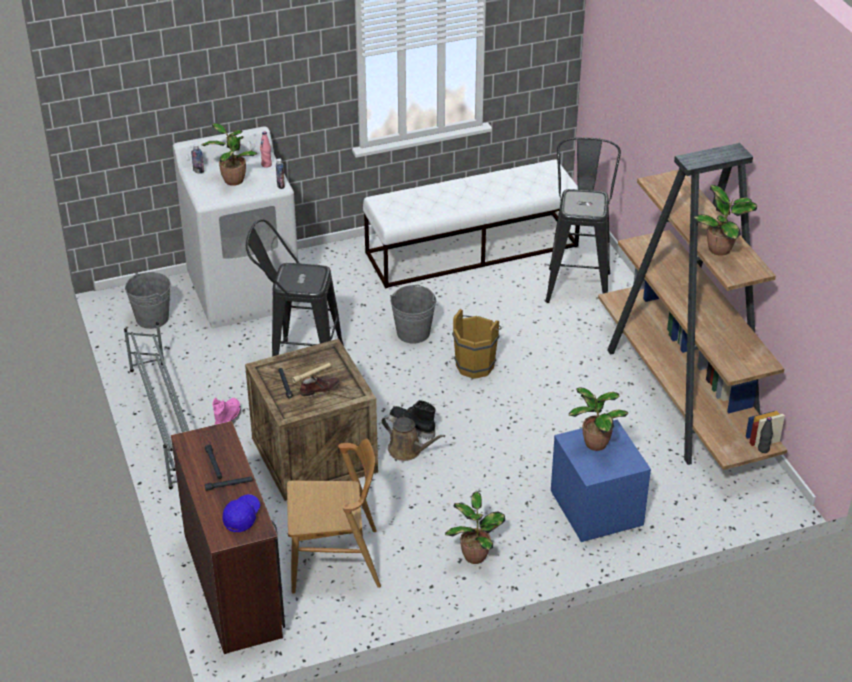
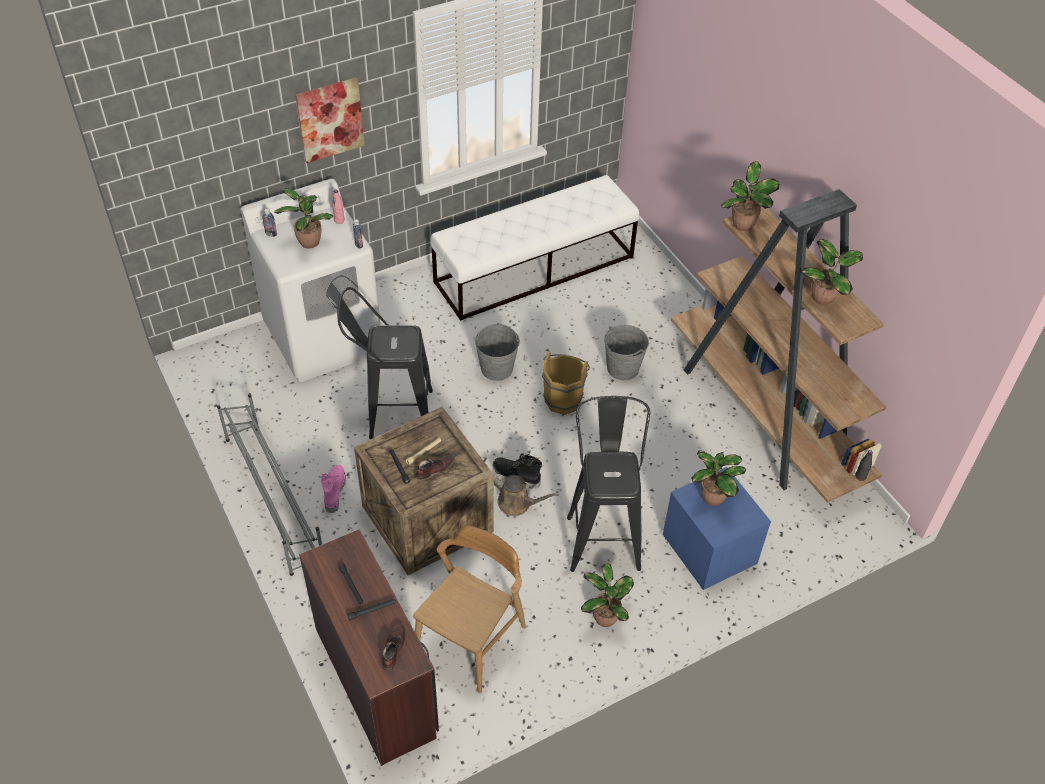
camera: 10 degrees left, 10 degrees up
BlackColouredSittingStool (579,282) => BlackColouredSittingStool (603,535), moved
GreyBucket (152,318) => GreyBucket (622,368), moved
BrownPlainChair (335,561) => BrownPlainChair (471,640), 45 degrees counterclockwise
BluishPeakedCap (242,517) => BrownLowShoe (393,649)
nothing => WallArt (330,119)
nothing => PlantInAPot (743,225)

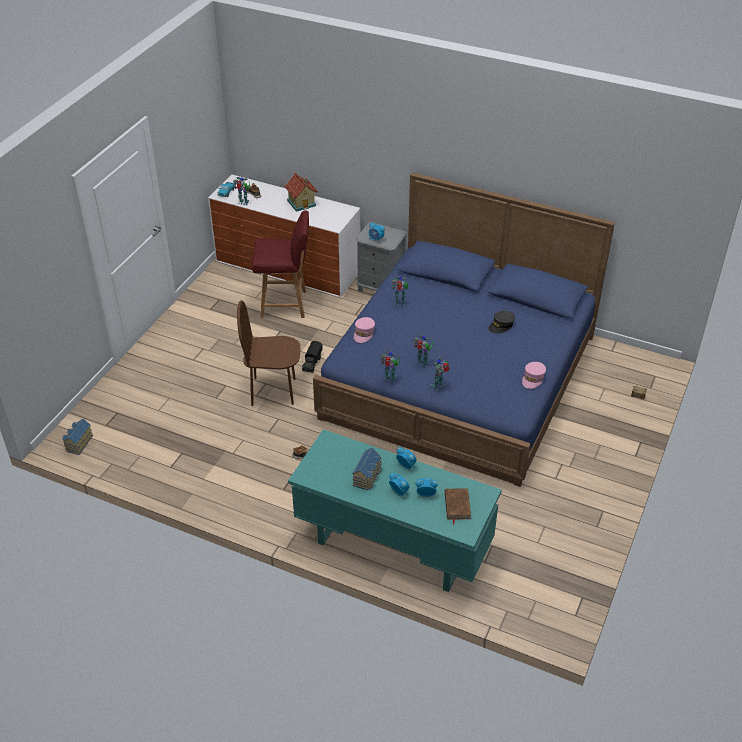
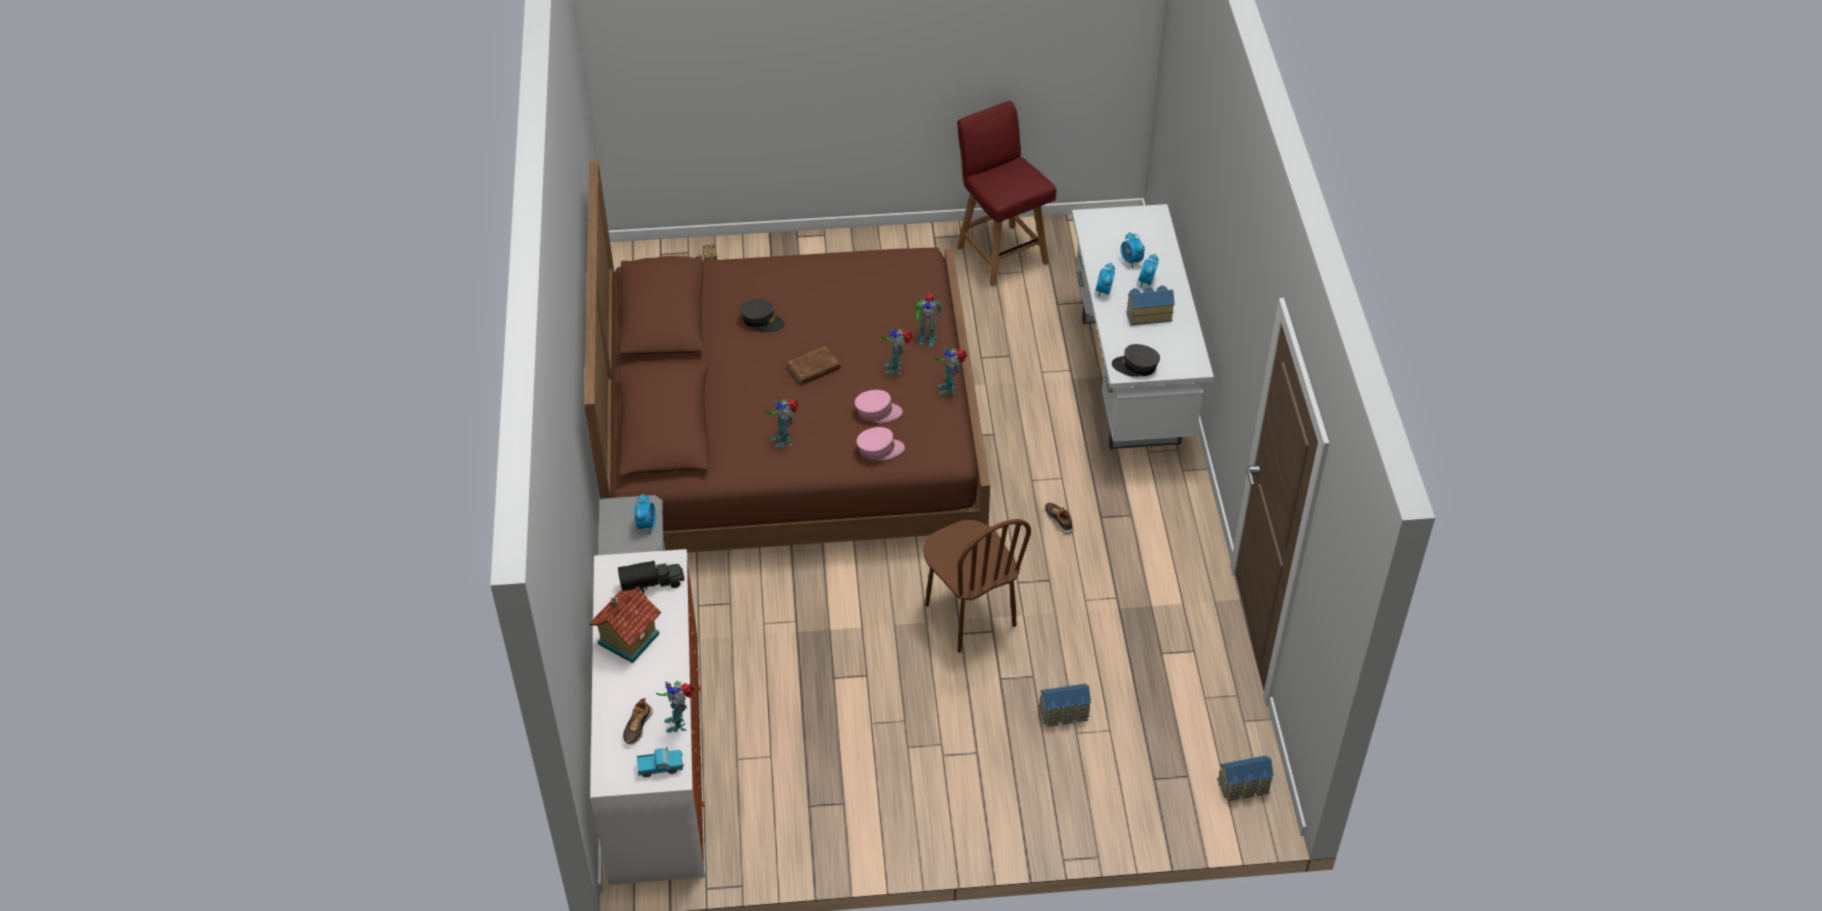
camera: 120 degrees left, 5 degrees up
BluishBedroomBed (460,376) => BrownBedroomBed (790,431)
RedColouredPlainChair (285,304) => RedColouredPlainChair (1001,254), moved
ToyLorry (312,363) => ToyLorry (652,584), moved
PinkColouredPeakedCap (533,378) => PinkColouredPeakedCap (877,412), moved
TurquoiseDeskTable (392,548) => WhiteColouredDeskTable (1131,380)
BrownVolume (457,506) => BrownVolume (814,368), moved
nothing => GreyPeakedCap (1135,366)
nothing => ToyHouse (1065,713)

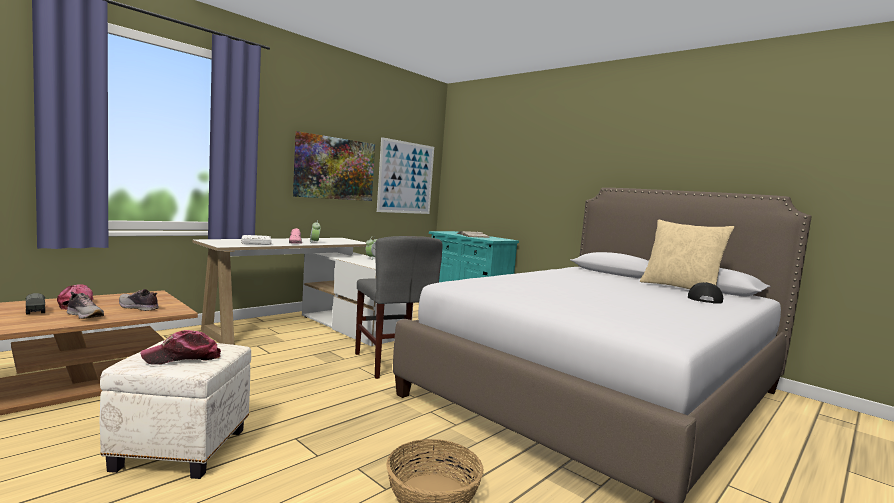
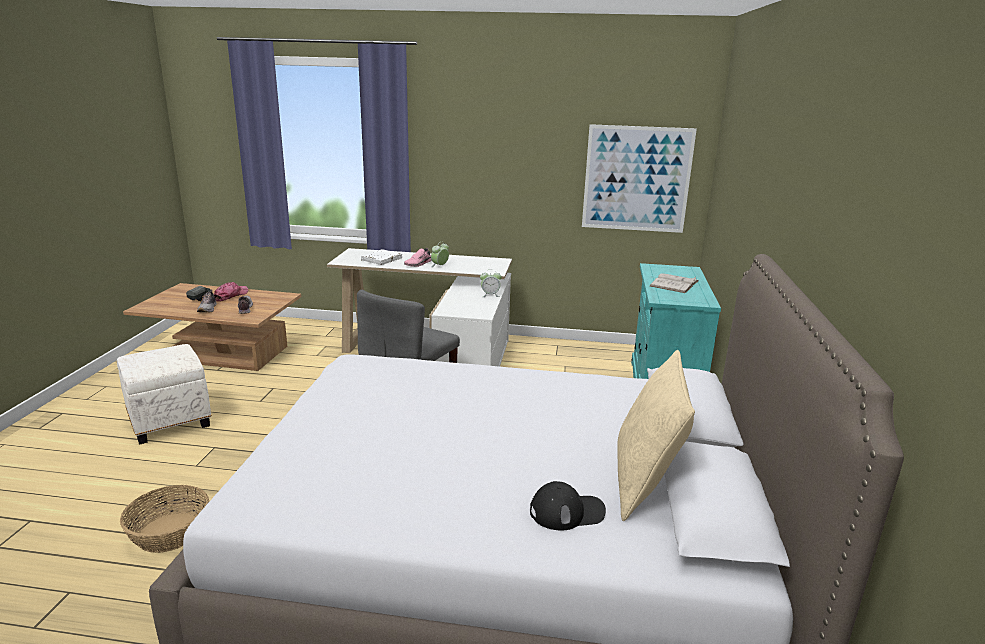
camera: 55 degrees right, 15 degrees up
WallArt (335,168) => nothing
PeakedCap (183,357) => nothing

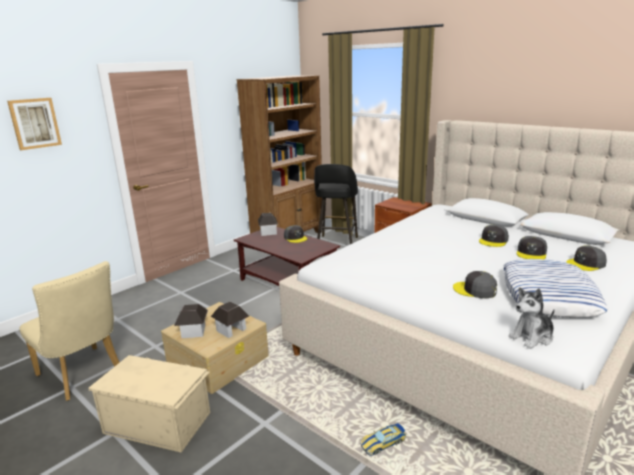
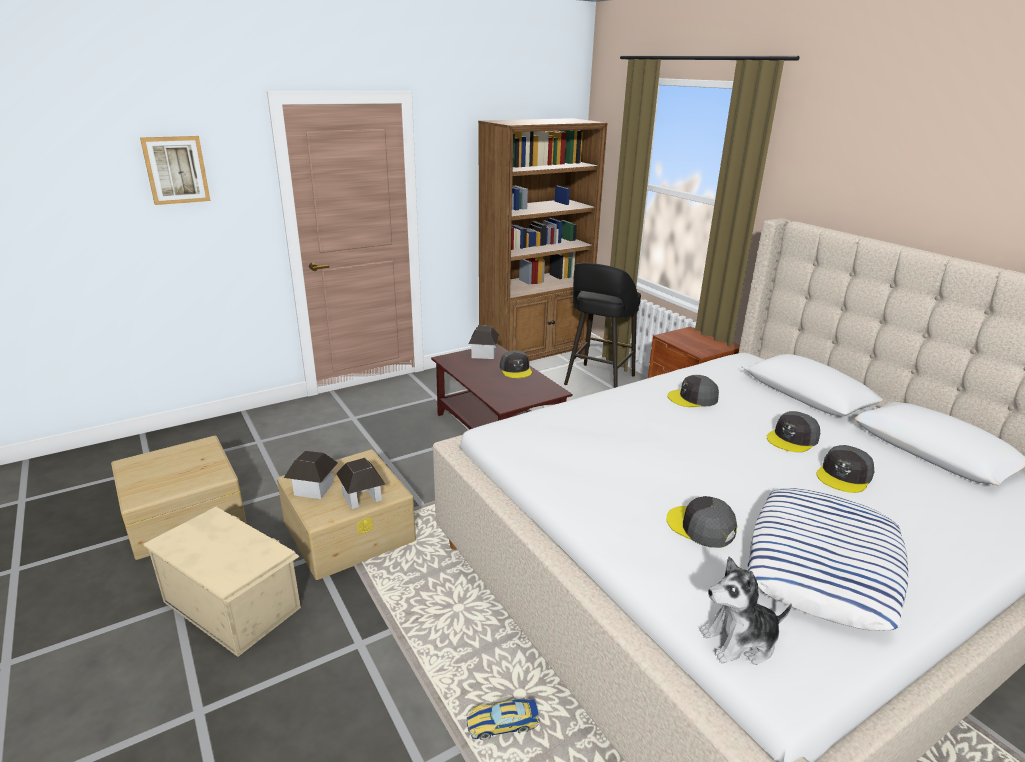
camera: 15 degrees right, 5 degrees up
GreyPeakedCap (586,264) => GreyPeakedCap (693,398), moved
BeigePlainChair (84,376) => BeigeStorageBin (183,514)

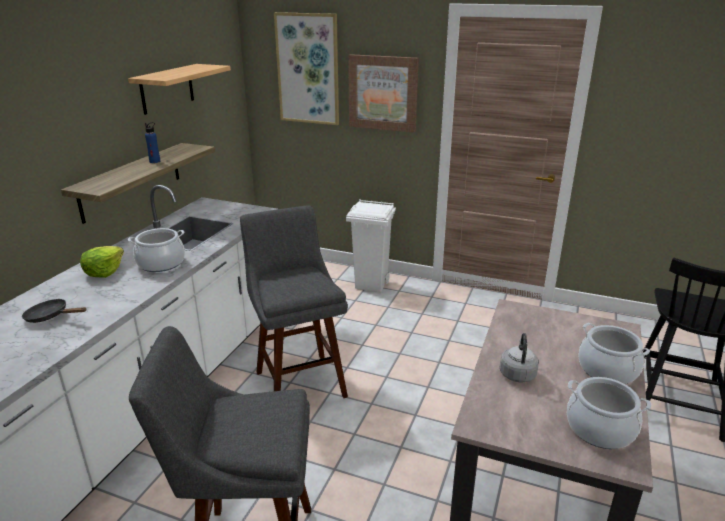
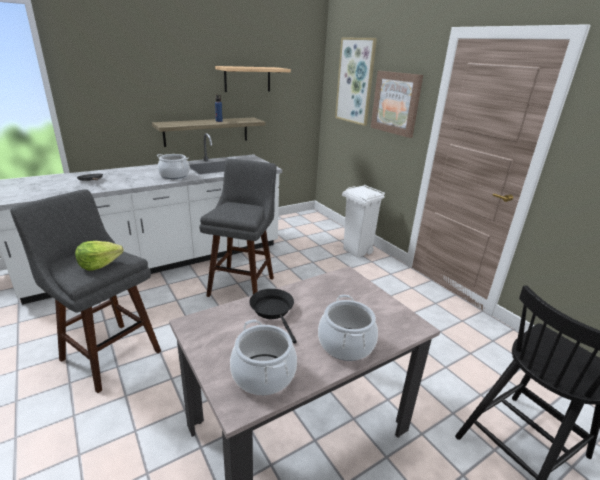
camera: 35 degrees right, 0 degrees up
HeadOfLettuce (104,272) => HeadOfLettuce (99,264), moved
GreyKettle (517,373) => BlackColouredSkillet (273,311)

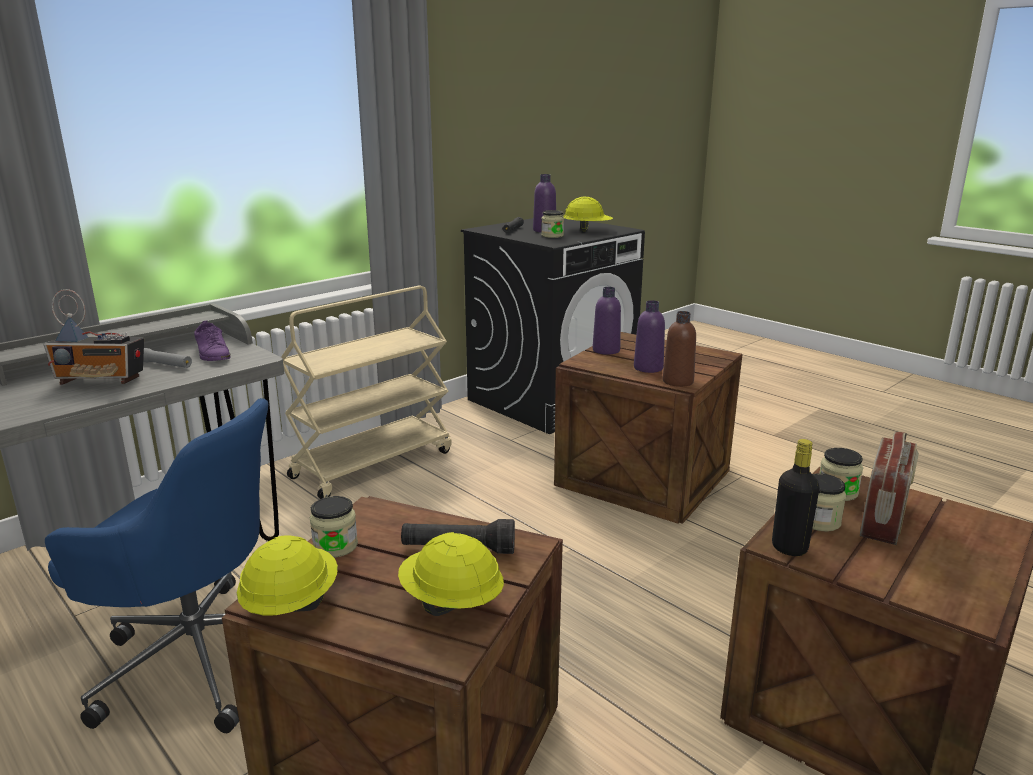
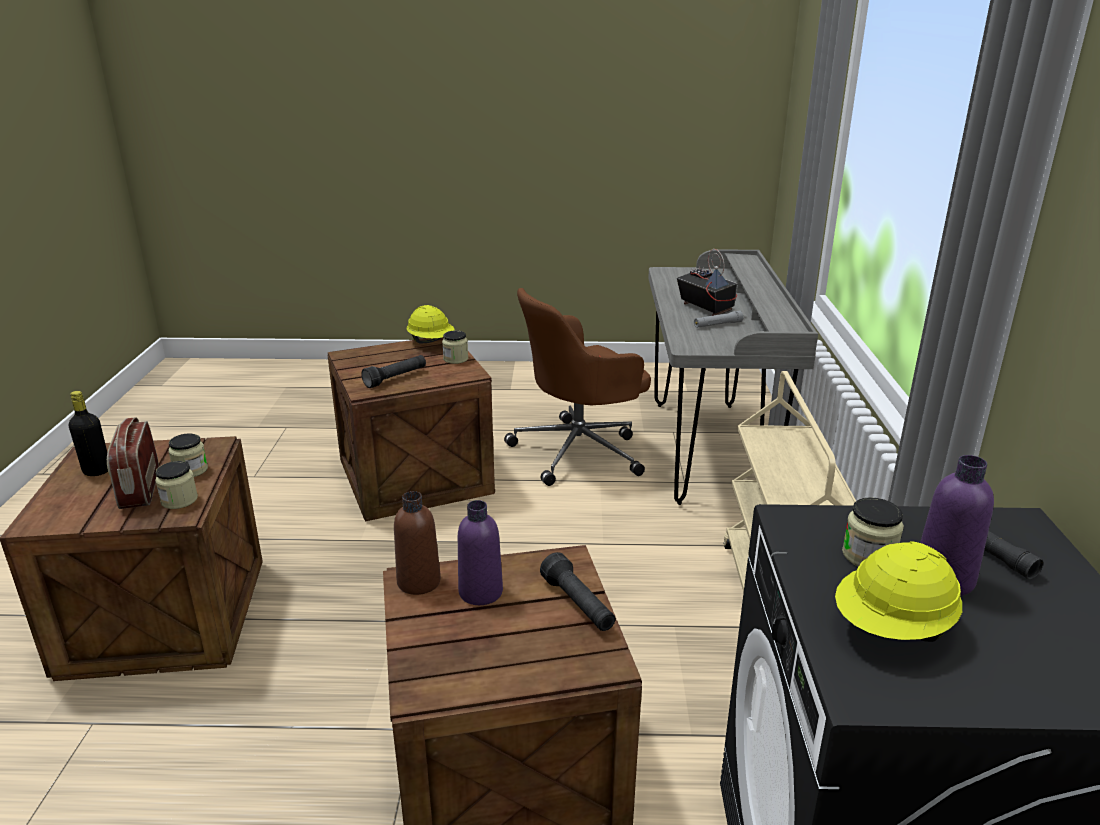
camera: 135 degrees right, 5 degrees up
PurpleColouredDrinkBottle (606,350) => BlackColouredFlashlight (578,605)
RadioSet (102,381) => RadioSet (705,308), 105 degrees clockwise
PurpleColouredLowShoe (213,354) => nothing
BluishComputerChair (198,655) => BrownComputerChair (580,451)
BlackColouredDrinkBottle (789,548) => BlackColouredDrinkBottle (97,471), moved
YellowishHardHat (450,602) => nothing

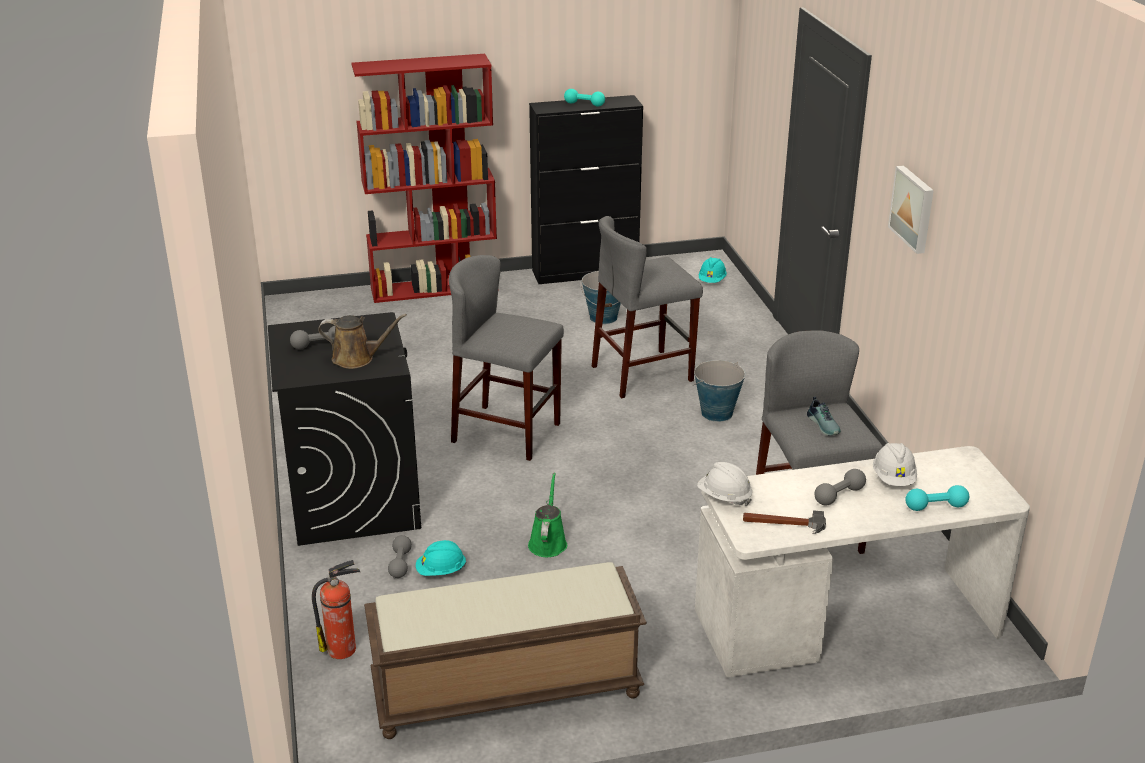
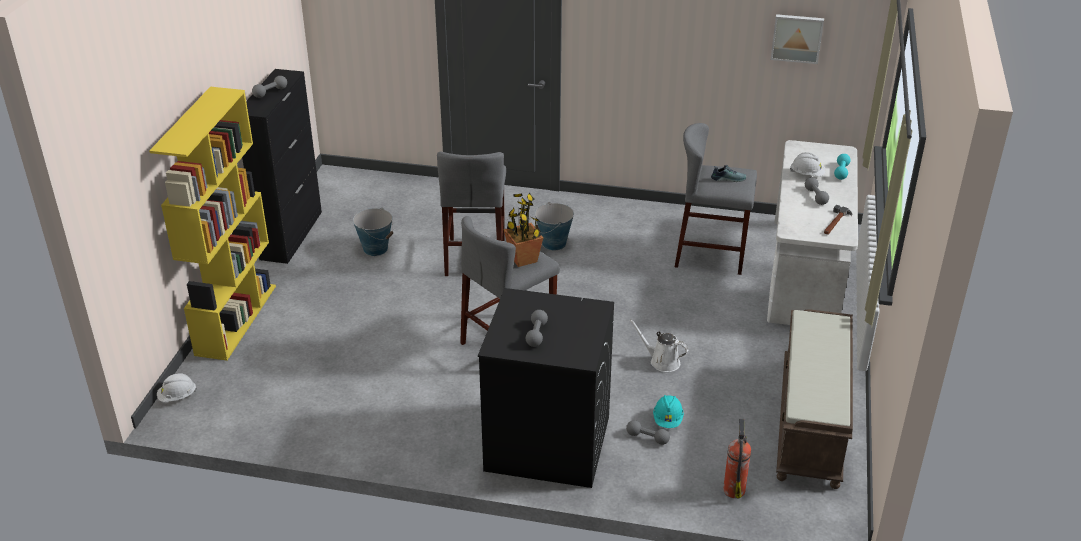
camera: 65 degrees left, 5 degrees up
RedColouredBookshelf (435,288) => YellowishBookshelf (236,319)
TurquoiseDumbbell (584,104) => GreyDumbbell (270,92)
WallArt (913,208) => WallArt (797,38), moved
TurquoiseHardHat (712,281) => nothing
BrownWateringPot (357,358) => nothing
WhiteColouredHardHat (724,497) => WhiteColouredHardHat (177,397), moved
GreenWateringPot (548,542) => WhiteColouredWateringPot (662,361)
nothing => PlantInAPot (523,259)

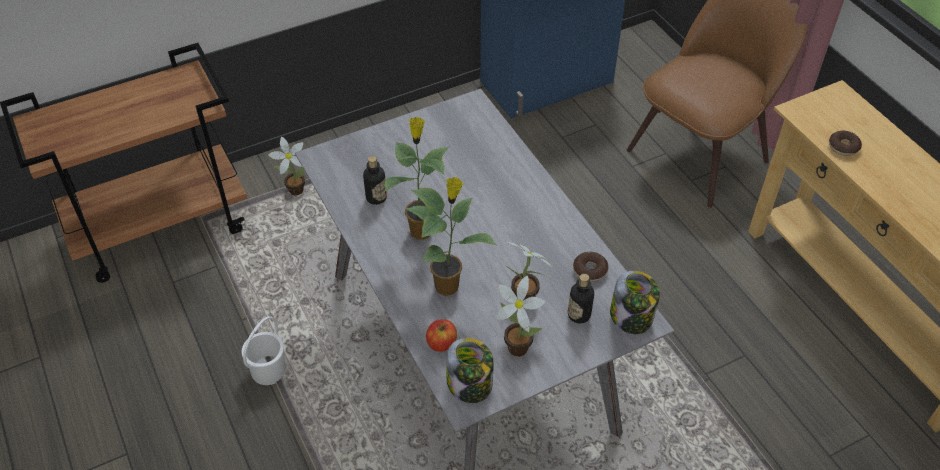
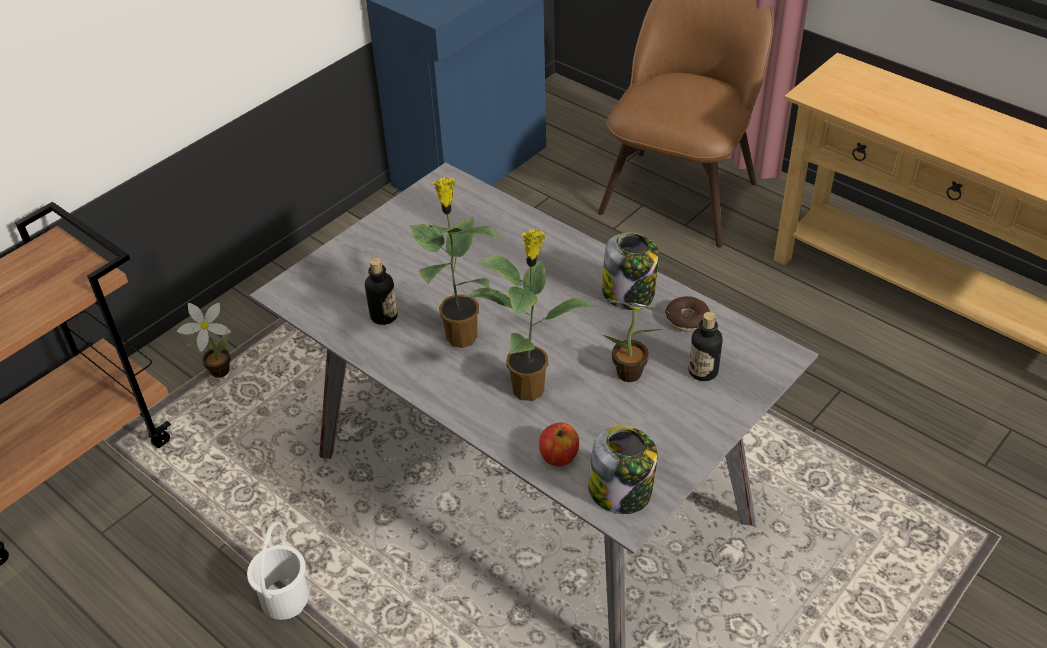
camera: 20 degrees left, 5 degrees down
RingDoughnut (843,147) => nothing
StorageJar (632,317) => StorageJar (629,294), moved
PlantInAPot (516,345) => nothing

